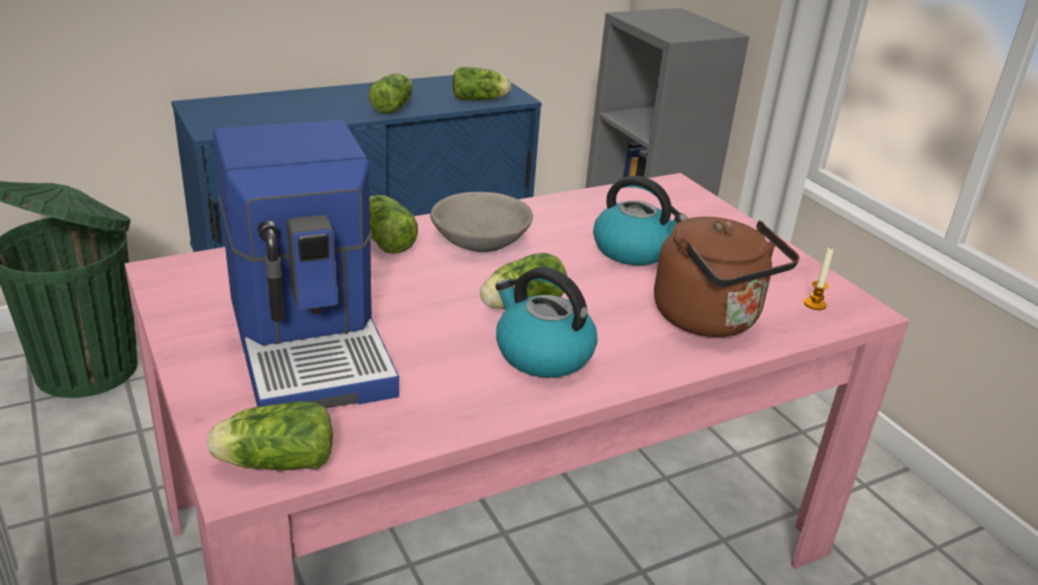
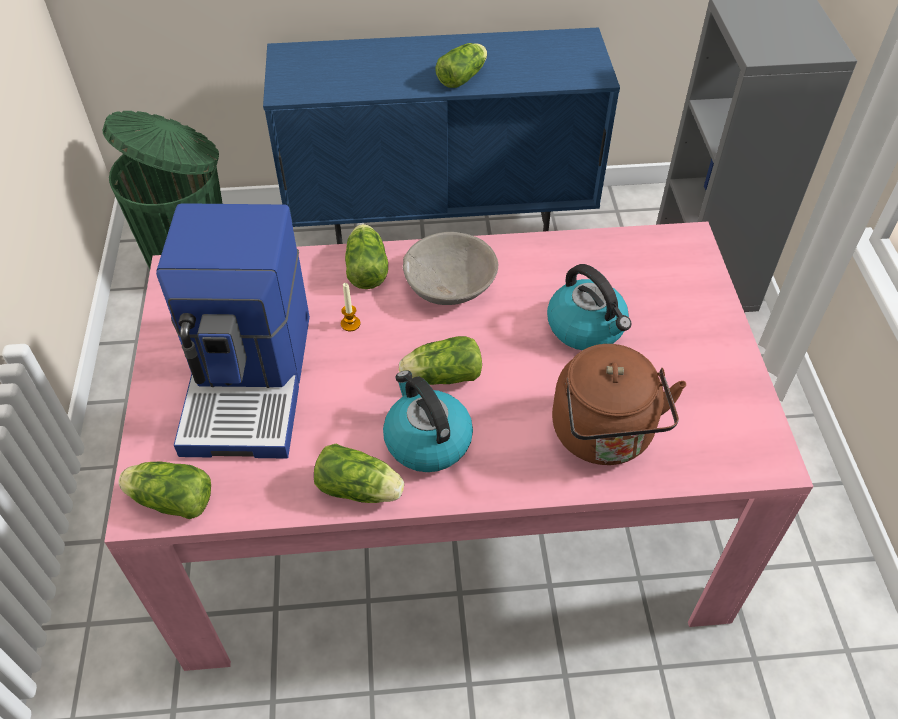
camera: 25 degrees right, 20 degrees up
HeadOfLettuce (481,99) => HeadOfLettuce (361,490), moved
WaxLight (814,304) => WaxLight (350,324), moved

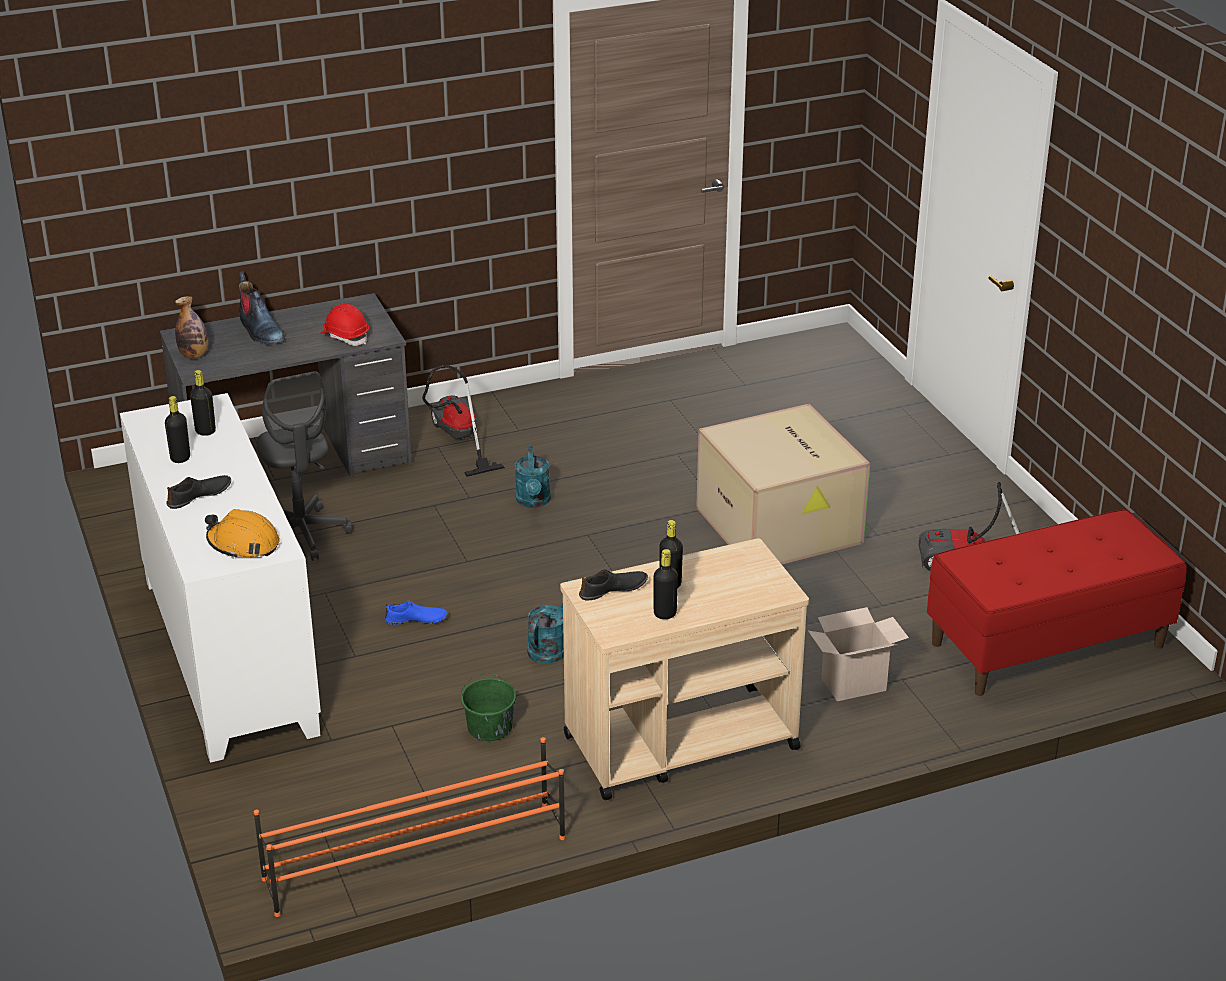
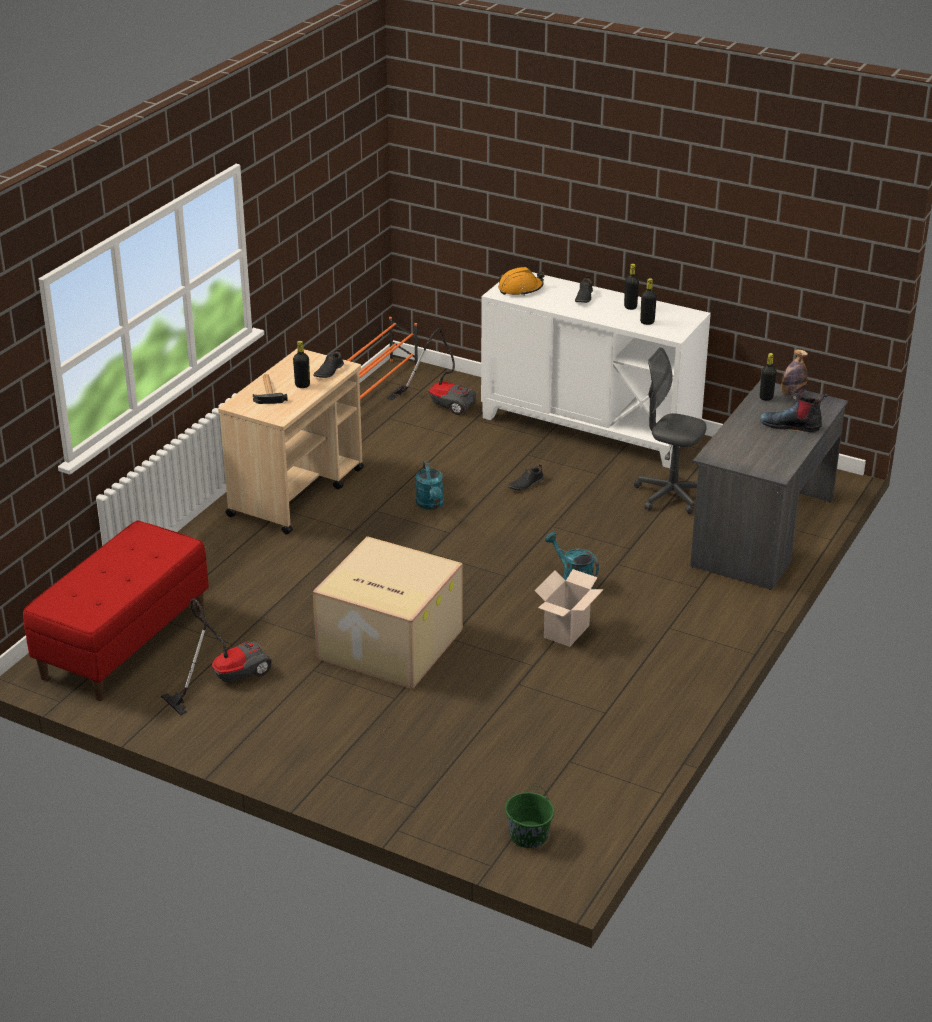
camera: 140 degrees right, 0 degrees up
RedColouredHardHat (345,336) => nothing
Vacuum (457,440) => Vacuum (441,402), moved
BlackColouredDrinkBottle (665,614) => BlackColouredDrinkBottle (766,397), moved
BluishLowShoe (416,620) => BlackColouredLowShoe (525,484)
Carton (854,683) => Carton (567,632), moved
GreenBucket (490,727) => GreenBucket (528,835), moved
nothing => Hammer (268,392)

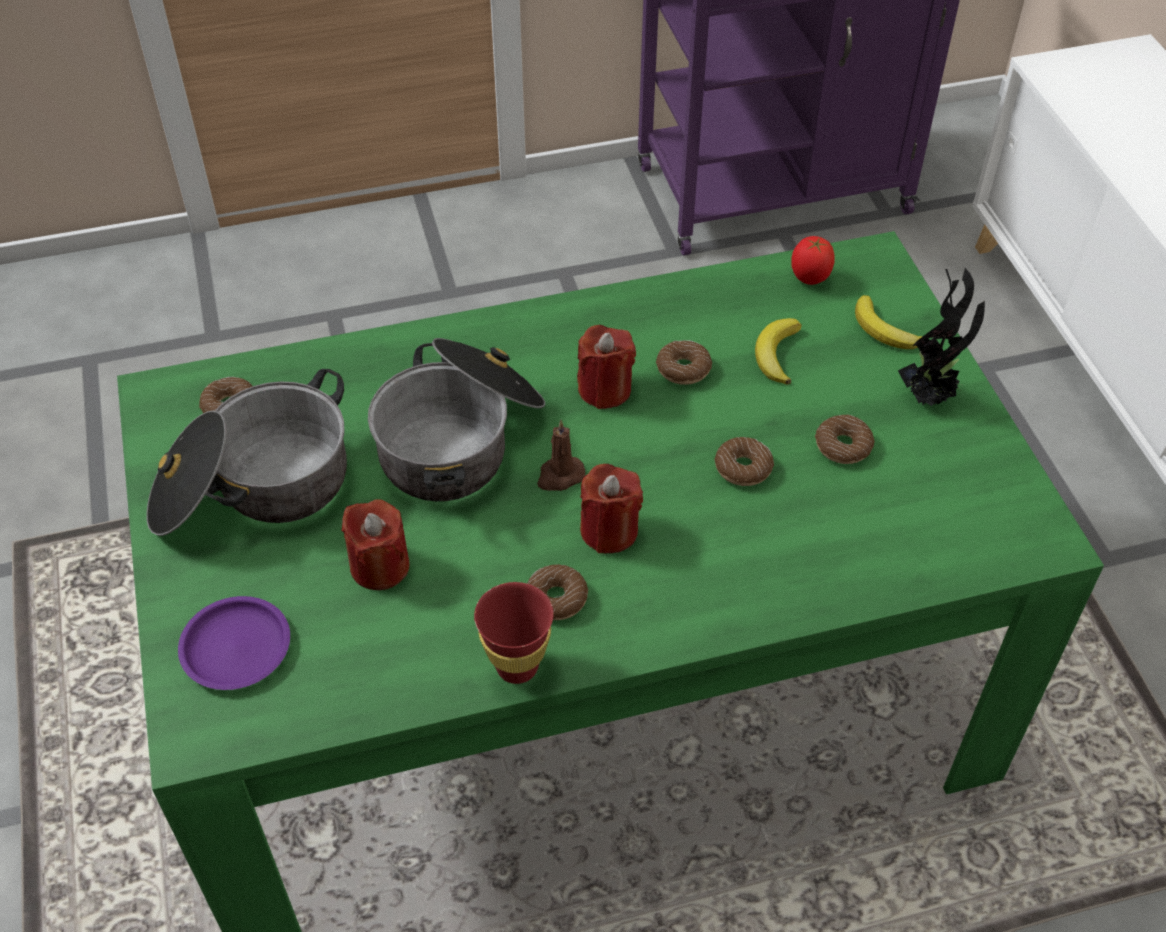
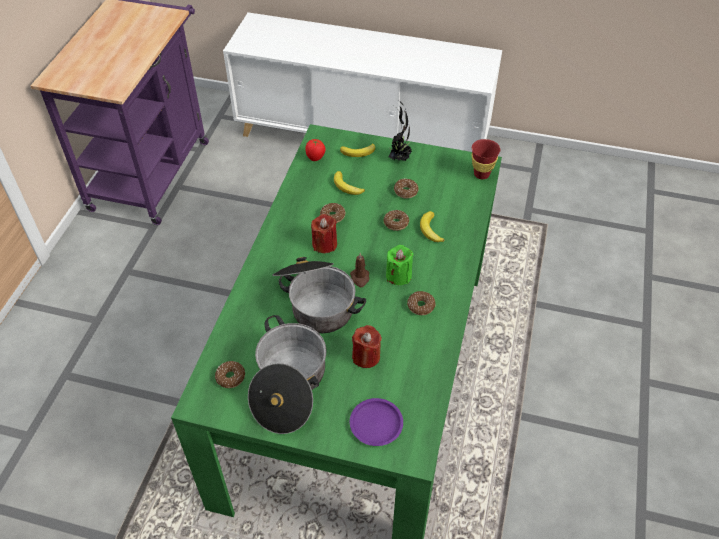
camera: 60 degrees left, 0 degrees up
RedColouredWaxLight (609,530) => GreenWaxLight (398,275)
RedColouredDrinkingCup (517,666) => RedColouredDrinkingCup (481,174), moved
nothing => BananaFruit (430,229)

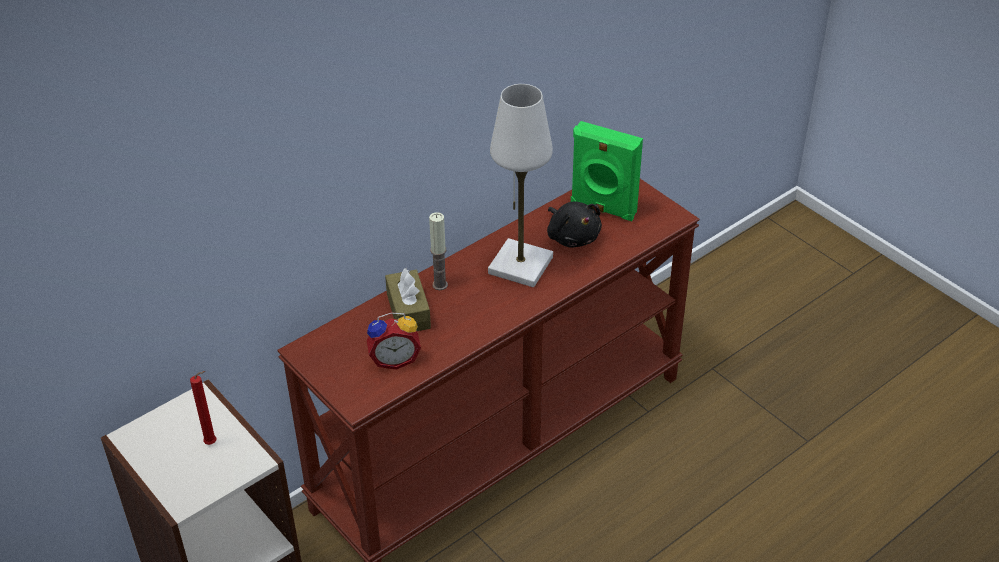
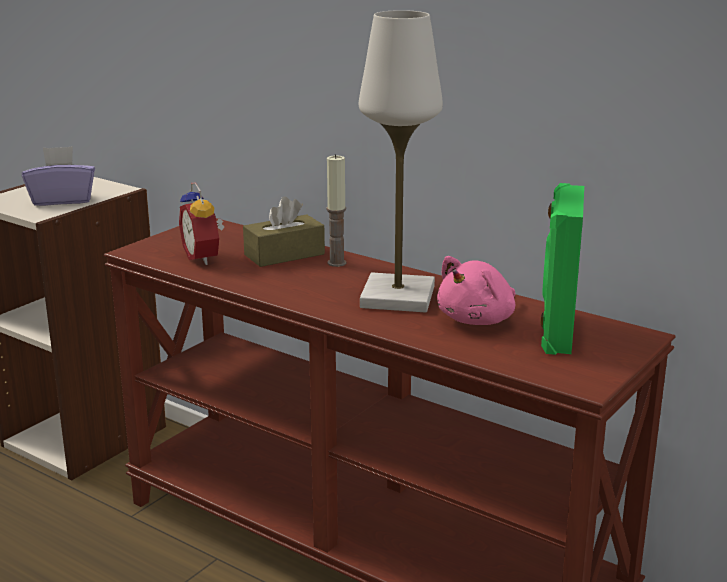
camera: 75 degrees right, 20 degrees down
BlackColouredSoftToy (572,236) => PinkColouredSoftToy (478,320)
RedColouredWaxLight (213,443) => PurpleColouredBoxOfTissues (62,199)

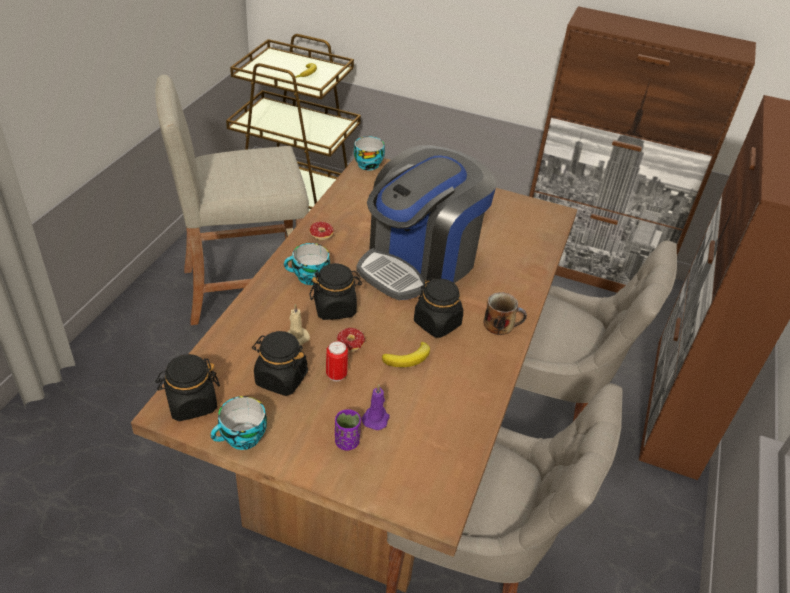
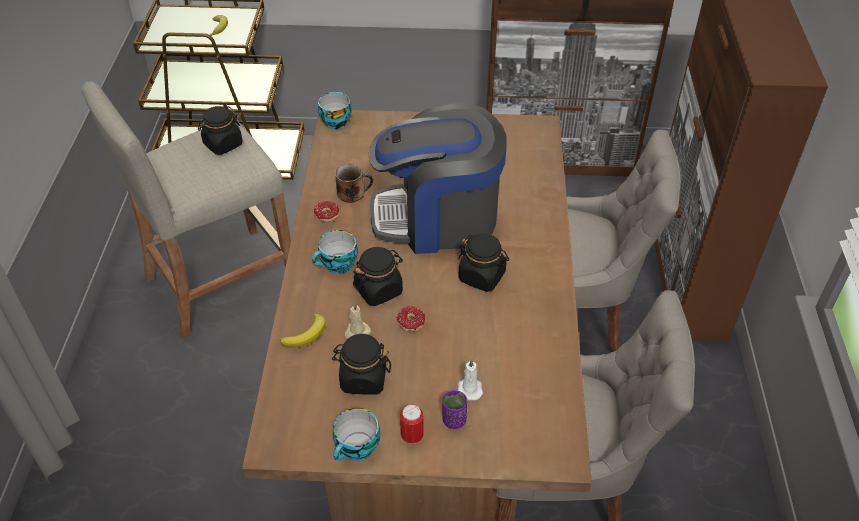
camera: 15 degrees left, 5 degrees up
CoffeeMachine (420,263) => CoffeeMachine (437,218), 60 degrees clockwise
TeaMug (500,324) => TeaMug (352,192), moved
MetalCan (336,375) => MetalCan (412,436), moved
BananaFruit (408,358) => BananaFruit (306,335), moved
BlackColouredStorageJar (191,403) => BlackColouredStorageJar (223,144), moved
PurpleColouredWaxLight (376,418) => WhiteColouredWaxLight (469,388)

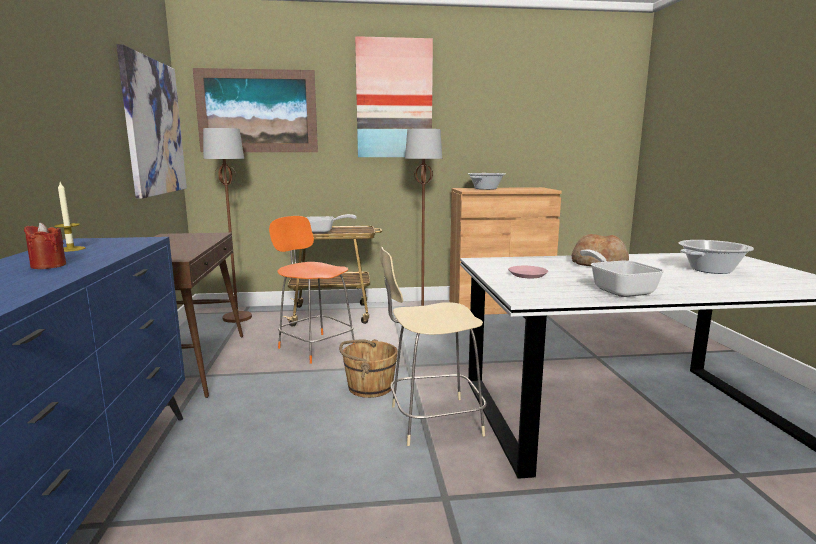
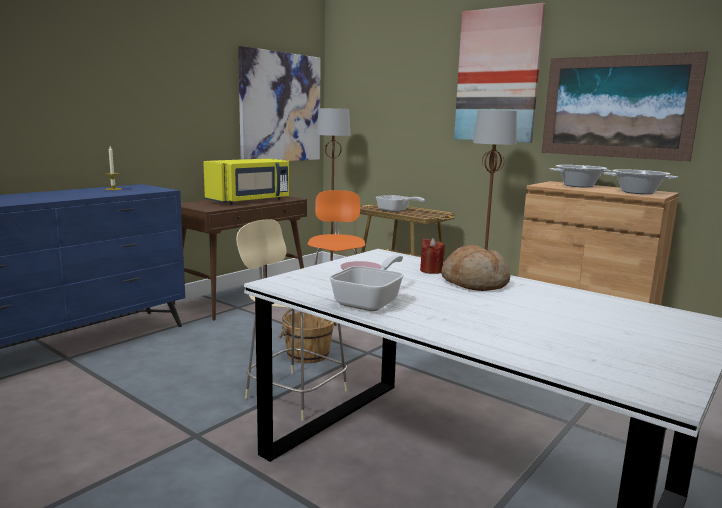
camera: 45 degrees right, 0 degrees up
WallArt (257,111) => WallArt (617,107), moved
RedColouredWaxLight (48,266) => RedColouredWaxLight (431,270), moved
Saucepot (710,270) => Saucepot (637,192), moved
nothing => YellowishMicrowaveOven (250,201)

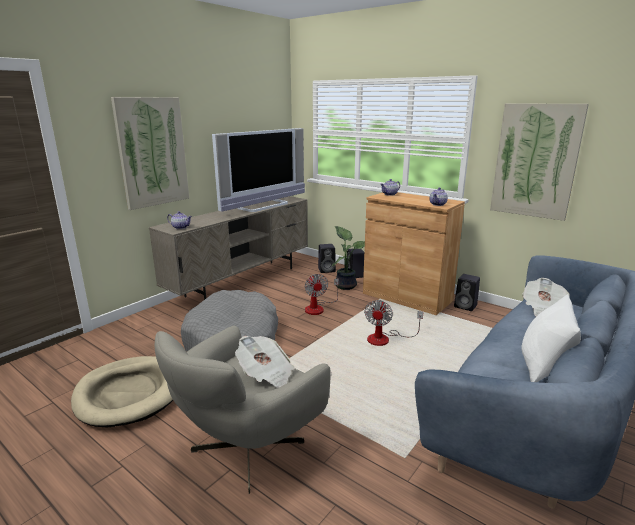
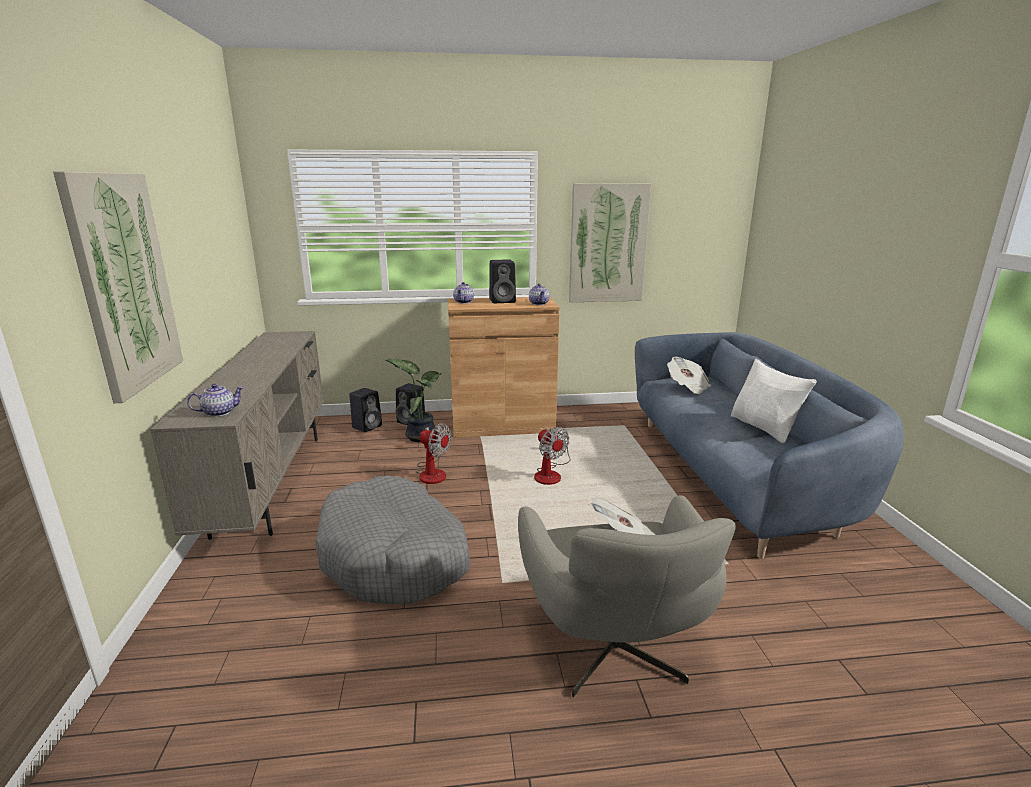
camera: 45 degrees left, 0 degrees up
Television (264,206) => nothing
BlackColouredLoudspeaker (466,306) => BlackColouredLoudspeaker (503,301), moved
BeigeDogBed (128,394) => nothing

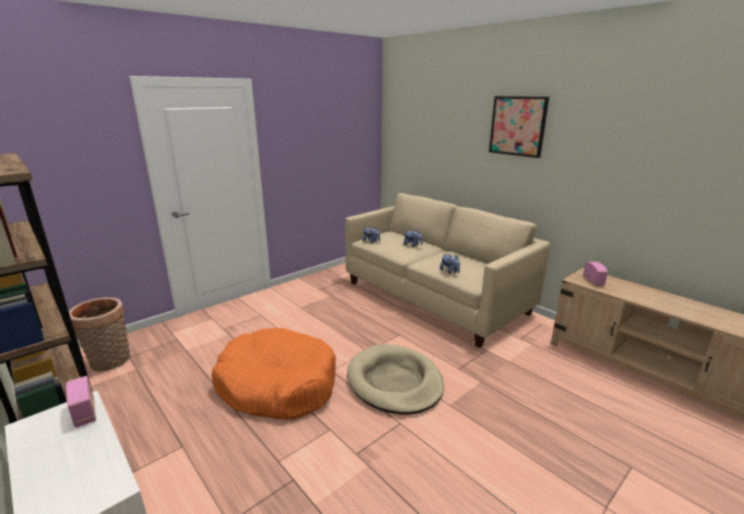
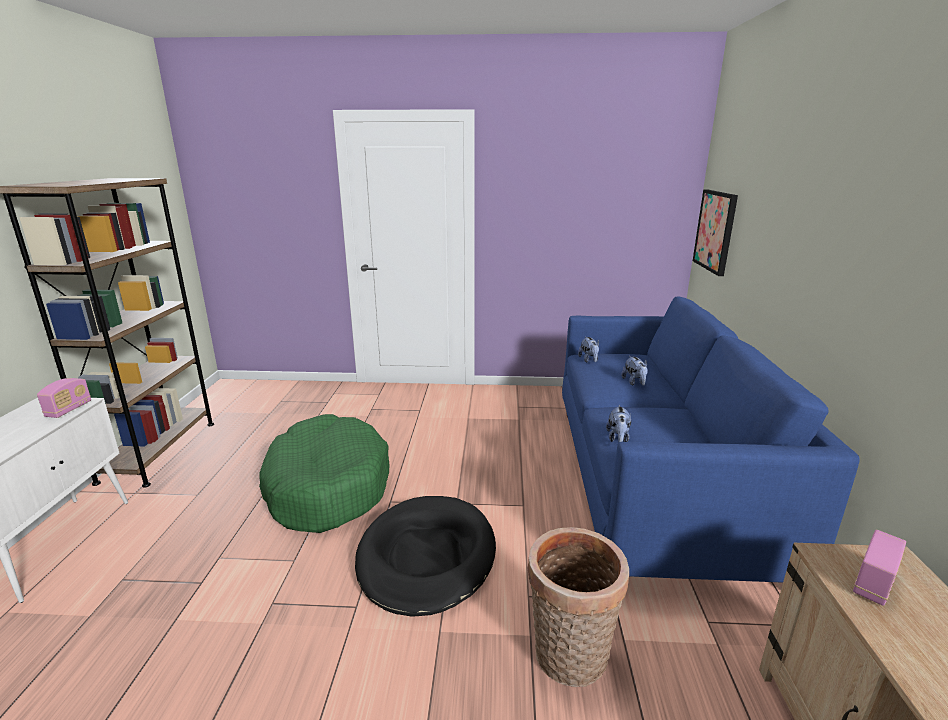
camera: 45 degrees right, 0 degrees up
WallArt (518,126) => WallArt (715,231), moved
BeigeCouch (434,297) => BluishCouch (654,482)
Basket (110,362) => Basket (569,659), moved
OrangeyDogBed (277,385) => GreenDogBed (327,486)
BeigeDogBed (394,382) => BlackColouredDogBed (426,557)

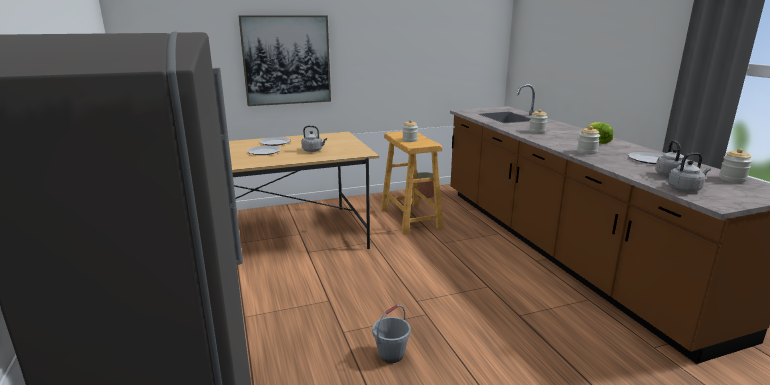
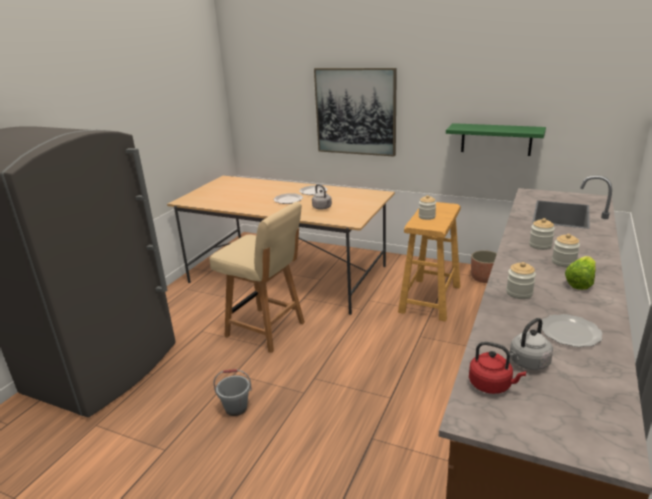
camera: 45 degrees right, 5 degrees up
StorageJar (732,179) => StorageJar (563,262), moved
GreyKettle (685,189) => RedColouredKettle (492,385)
nothing => GreenBracketShelf (496,139)
nothing => BeigePlainChair (266,330)

